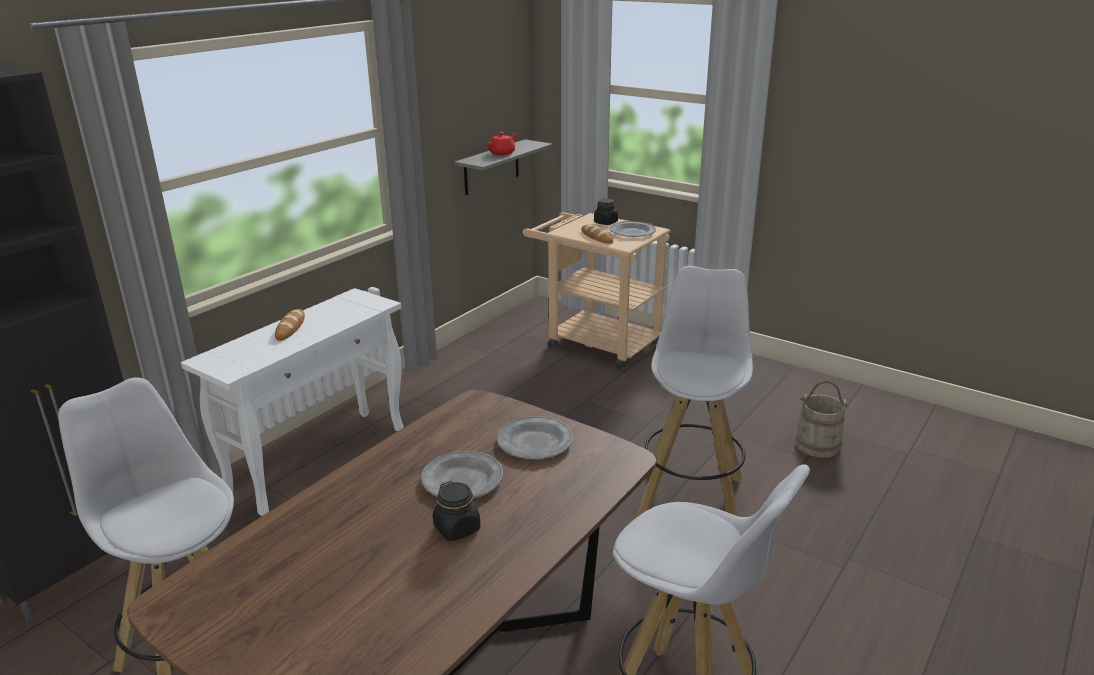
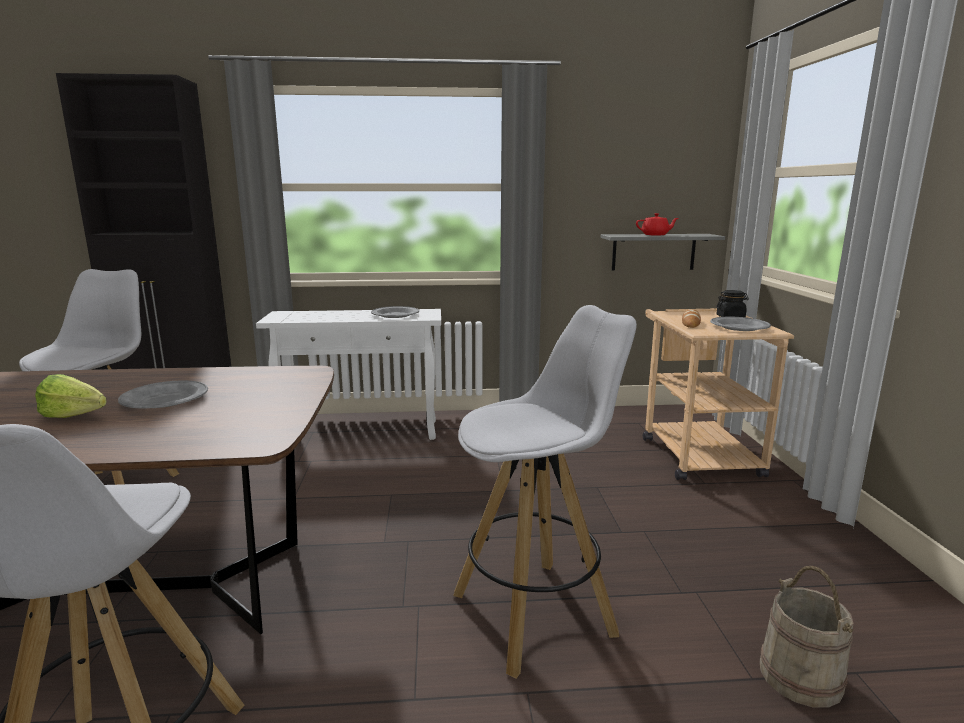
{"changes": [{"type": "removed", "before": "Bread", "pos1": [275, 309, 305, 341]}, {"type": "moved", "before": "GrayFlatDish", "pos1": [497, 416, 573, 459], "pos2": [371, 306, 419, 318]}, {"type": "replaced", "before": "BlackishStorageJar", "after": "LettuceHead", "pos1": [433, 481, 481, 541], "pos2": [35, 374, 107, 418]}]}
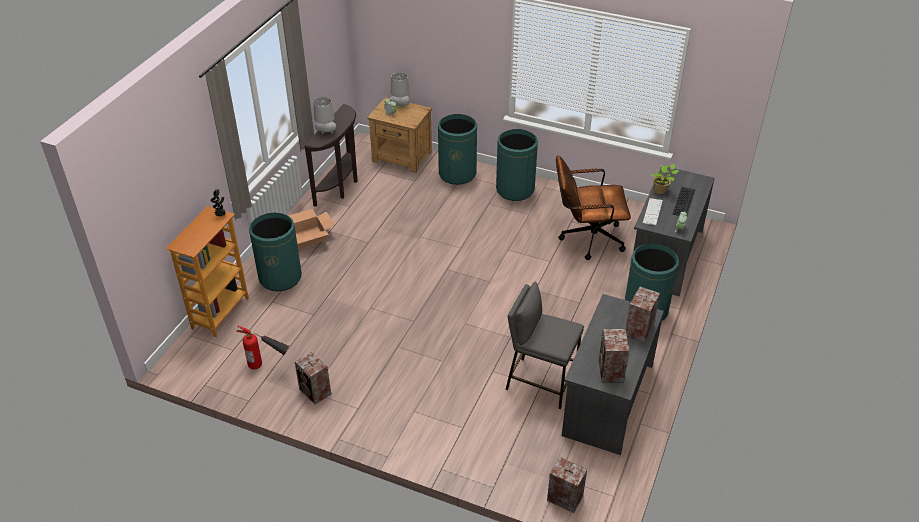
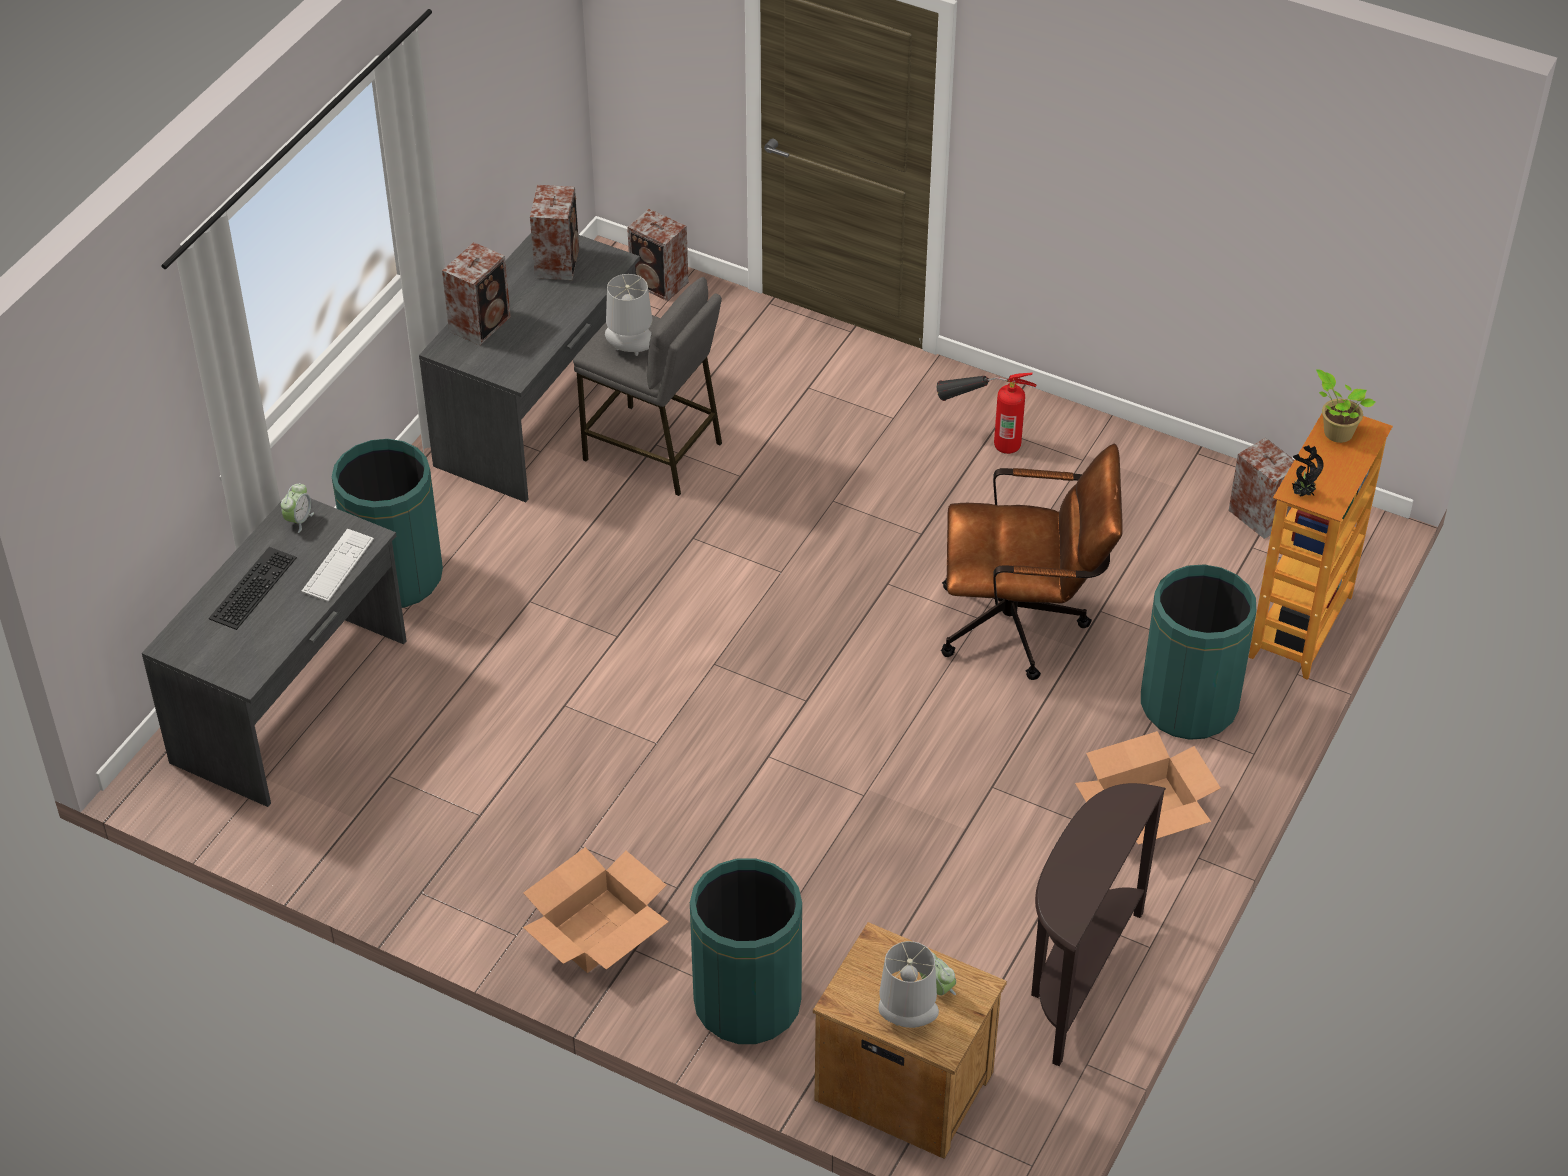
{"changes": [{"type": "moved", "before": "GrayLampForATable", "pos1": [314, 97, 336, 134], "pos2": [605, 274, 652, 356]}, {"type": "replaced", "before": "GreenColouredTrashCan", "after": "CardboardBox", "pos1": [496, 129, 538, 201], "pos2": [523, 847, 668, 973]}, {"type": "moved", "before": "BrownColouredComputerChair", "pos1": [556, 155, 631, 260], "pos2": [941, 444, 1123, 680]}, {"type": "moved", "before": "Houseplant", "pos1": [651, 164, 679, 194], "pos2": [1316, 369, 1375, 443]}, {"type": "moved", "before": "FireFightingCylinder", "pos1": [236, 325, 289, 369], "pos2": [937, 372, 1037, 454]}, {"type": "moved", "before": "AudioSpeaker", "pos1": [295, 352, 331, 405], "pos2": [1229, 438, 1294, 539]}]}
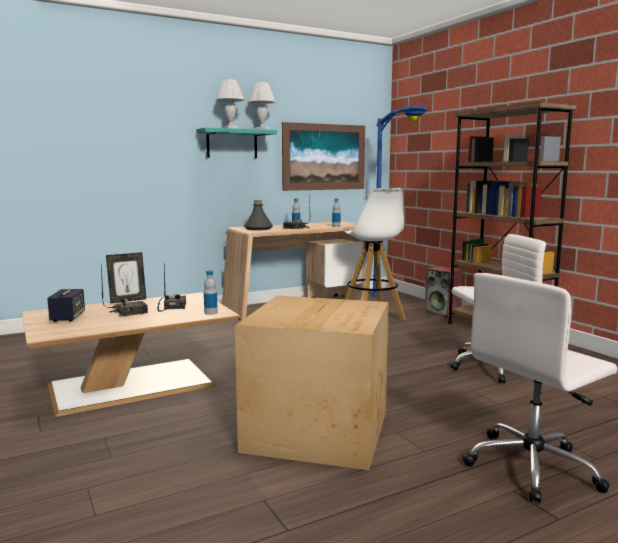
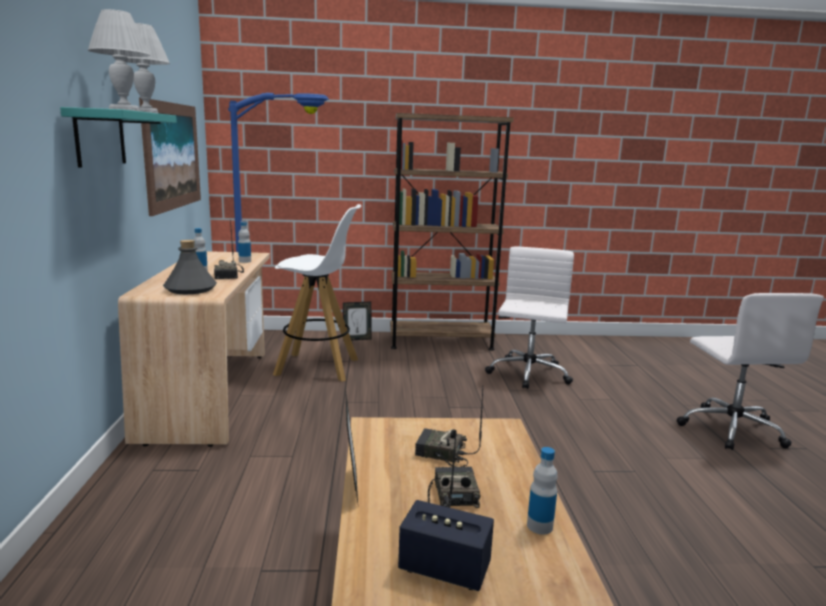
{"changes": [{"type": "replaced", "before": "AudioSpeaker", "after": "PhotoFrame", "pos1": [425, 266, 463, 318], "pos2": [343, 302, 372, 341]}, {"type": "moved", "before": "BeverageBottle", "pos1": [204, 270, 218, 315], "pos2": [527, 447, 558, 535]}, {"type": "removed", "before": "CardboardBox", "pos1": [235, 295, 389, 470]}]}
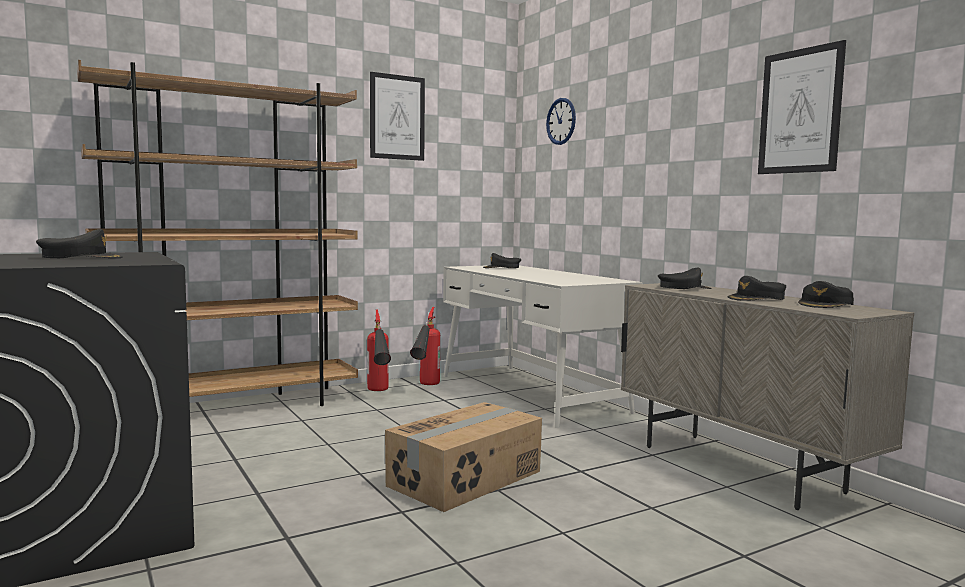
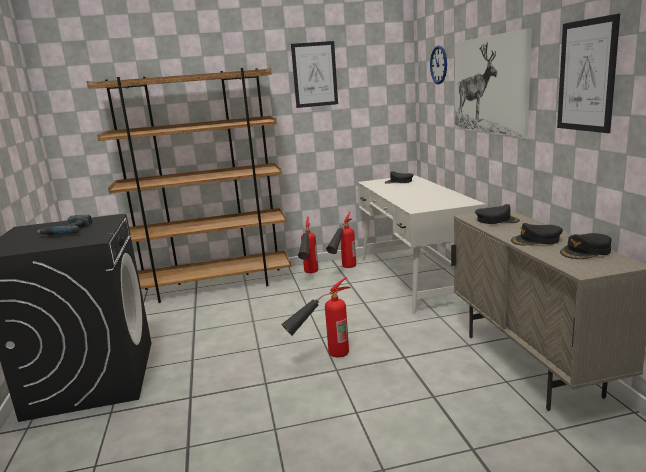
{"changes": [{"type": "replaced", "before": "BlackishBaseballCap", "after": "ElectricDrill", "pos1": [36, 229, 123, 258], "pos2": [37, 215, 93, 235]}, {"type": "replaced", "before": "CardboardBox", "after": "FireFightingCylinder", "pos1": [385, 402, 542, 512], "pos2": [281, 277, 351, 357]}, {"type": "added", "after": "Picture", "pos2": [455, 28, 532, 137]}]}
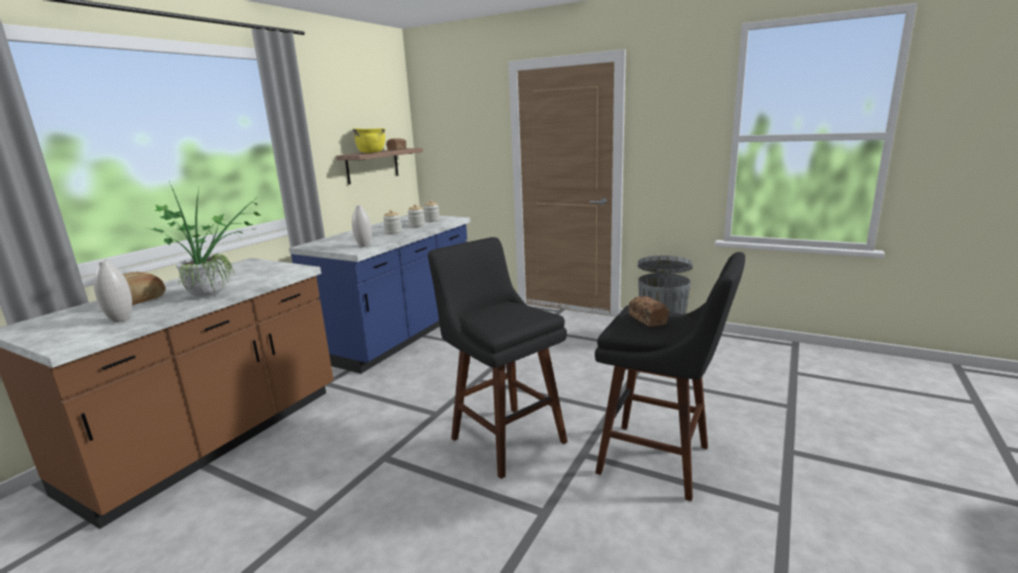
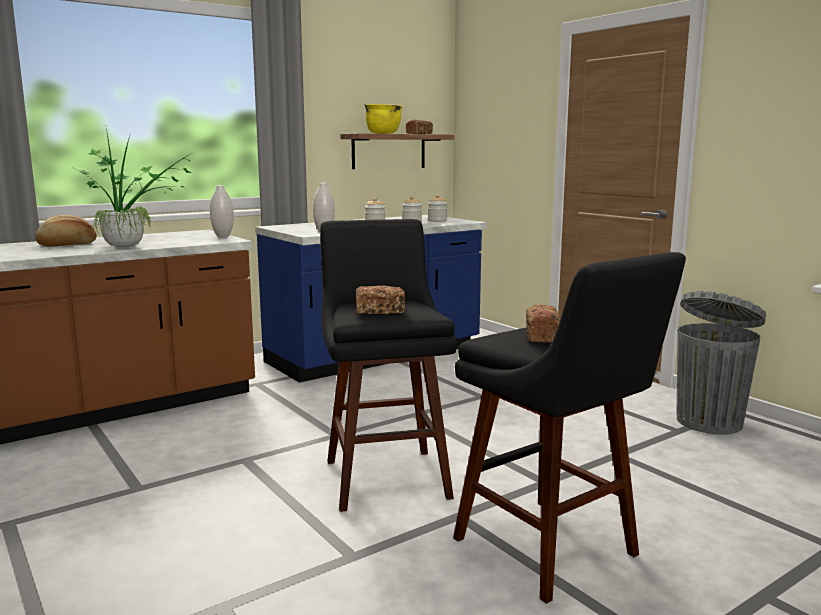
{"changes": [{"type": "moved", "before": "WhitishDecorativeVase", "pos1": [94, 260, 132, 322], "pos2": [210, 185, 234, 237]}, {"type": "added", "after": "Bread", "pos2": [356, 286, 405, 314]}]}
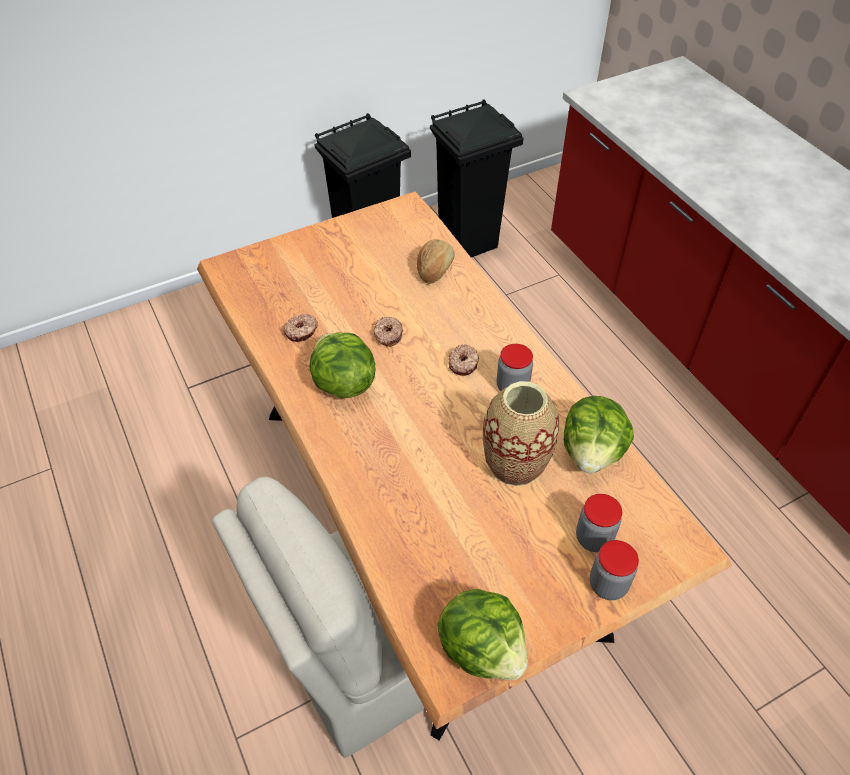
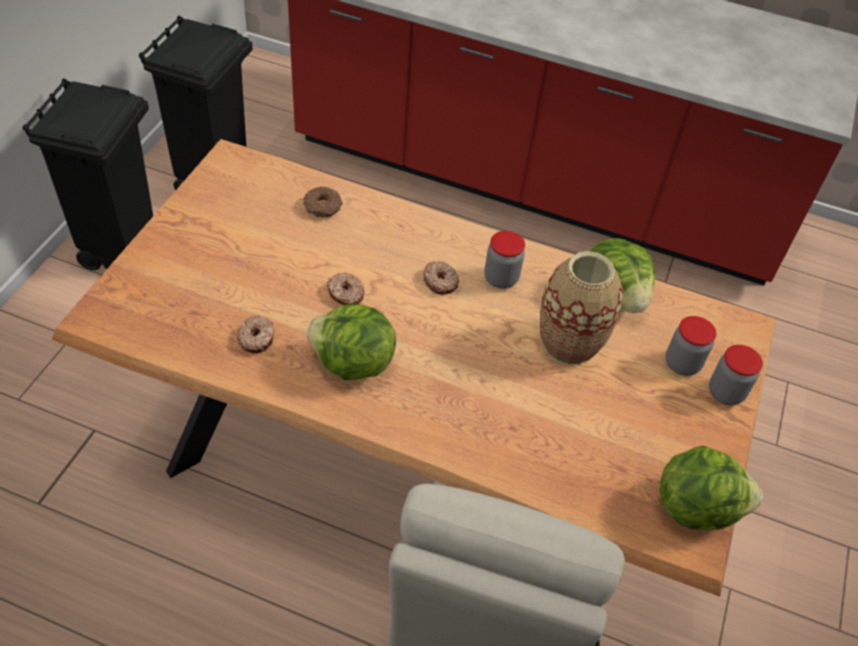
{"changes": [{"type": "replaced", "before": "Bread", "after": "Doughnut", "pos1": [416, 239, 455, 284], "pos2": [303, 186, 343, 217]}]}
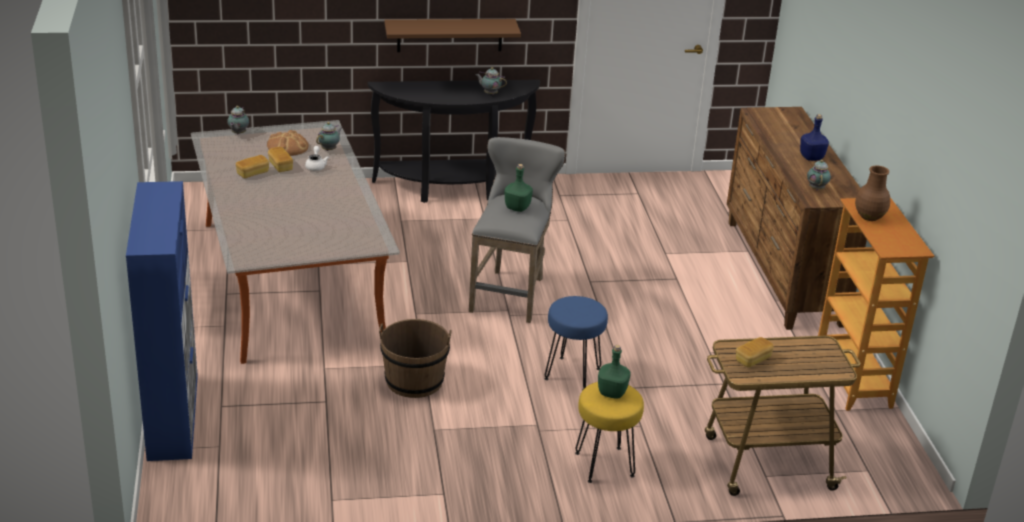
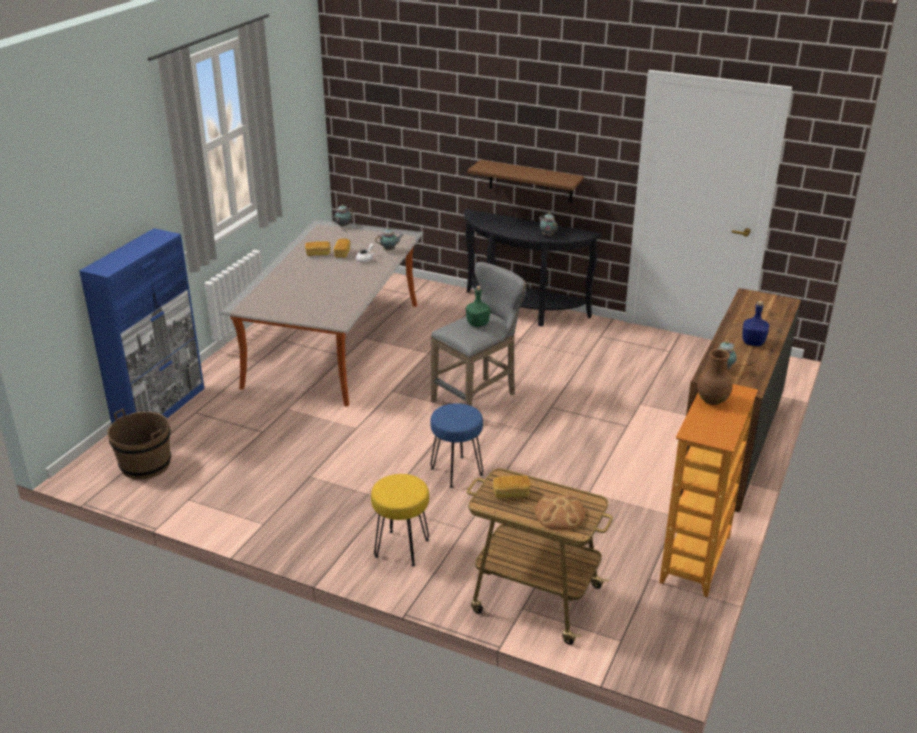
{"changes": [{"type": "moved", "before": "Bread", "pos1": [267, 130, 308, 156], "pos2": [535, 494, 585, 530]}, {"type": "moved", "before": "BrownColouredBucket", "pos1": [379, 319, 452, 398], "pos2": [107, 409, 171, 479]}, {"type": "removed", "before": "GreenColouredBeverageBottle", "pos1": [598, 345, 631, 399]}]}
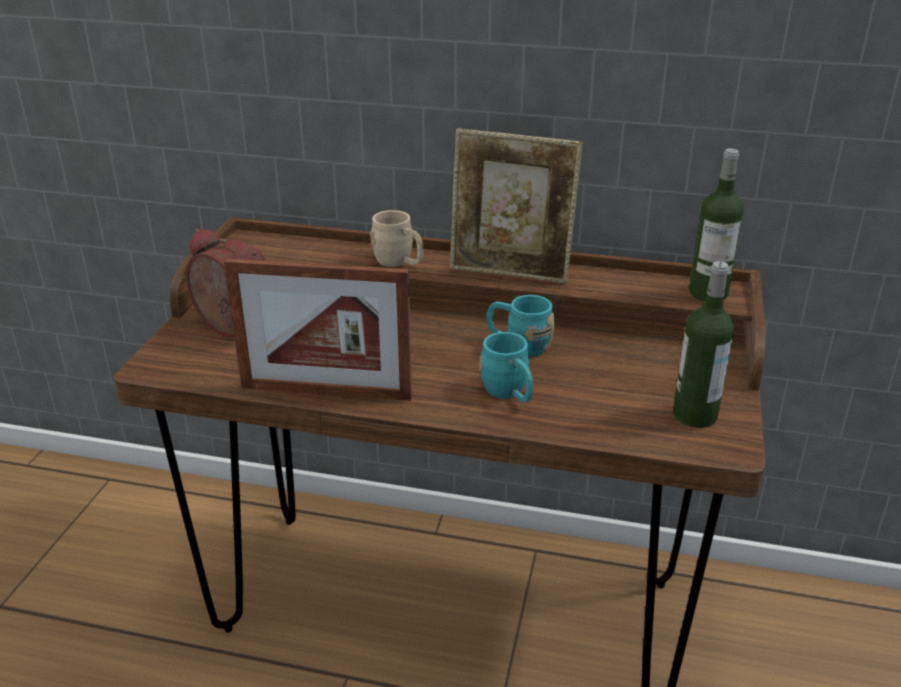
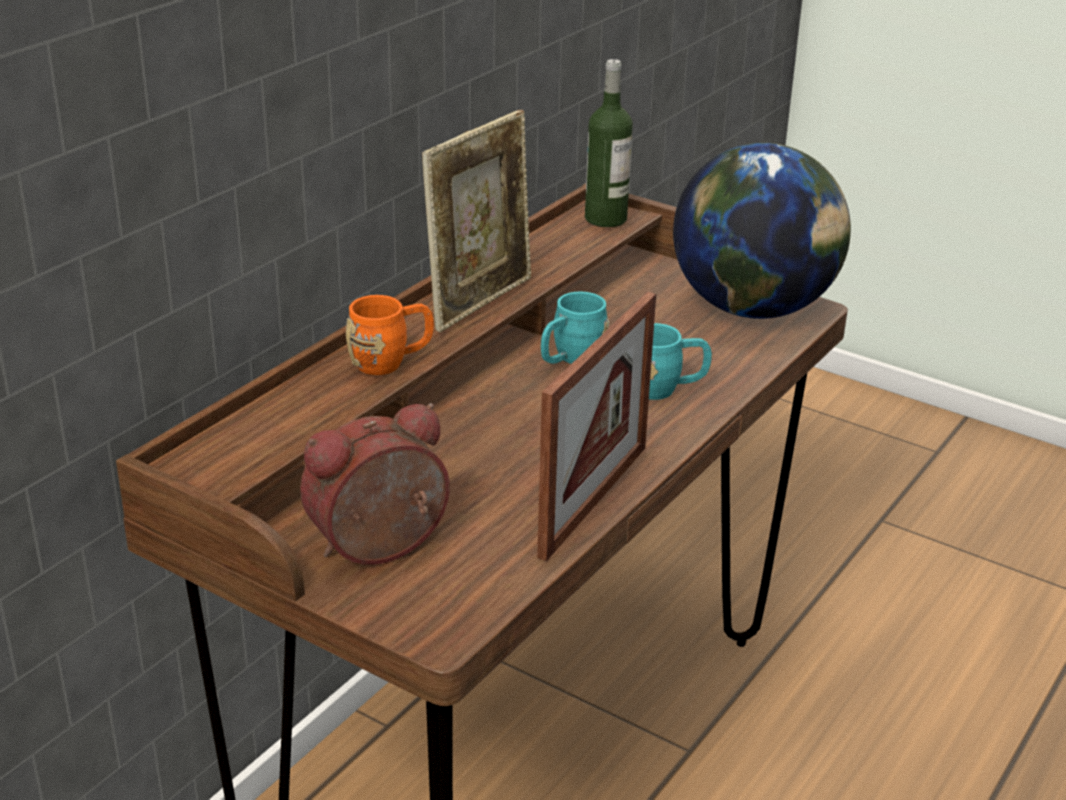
{"changes": [{"type": "recoloured", "before": "BeigeMug", "after": "OrangeyMug", "pos1": [370, 210, 423, 267], "pos2": [346, 295, 434, 375]}, {"type": "replaced", "before": "BeverageBottle", "after": "WorldGlobe", "pos1": [673, 261, 734, 428], "pos2": [673, 143, 851, 319]}]}
